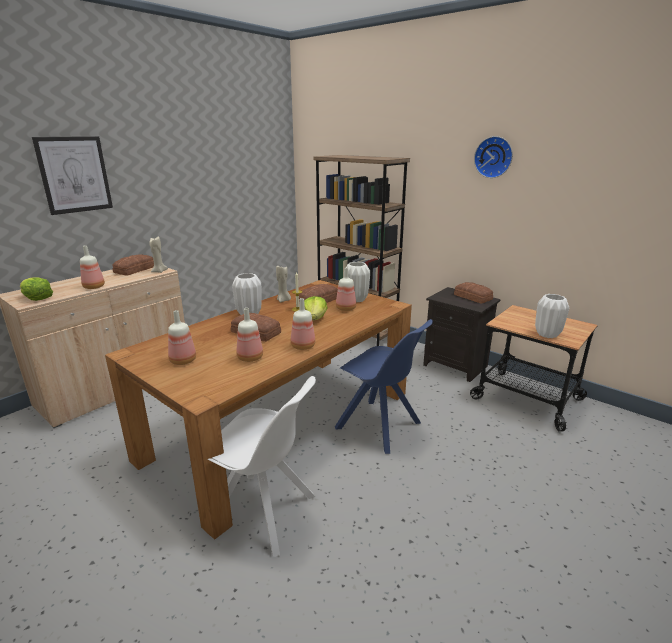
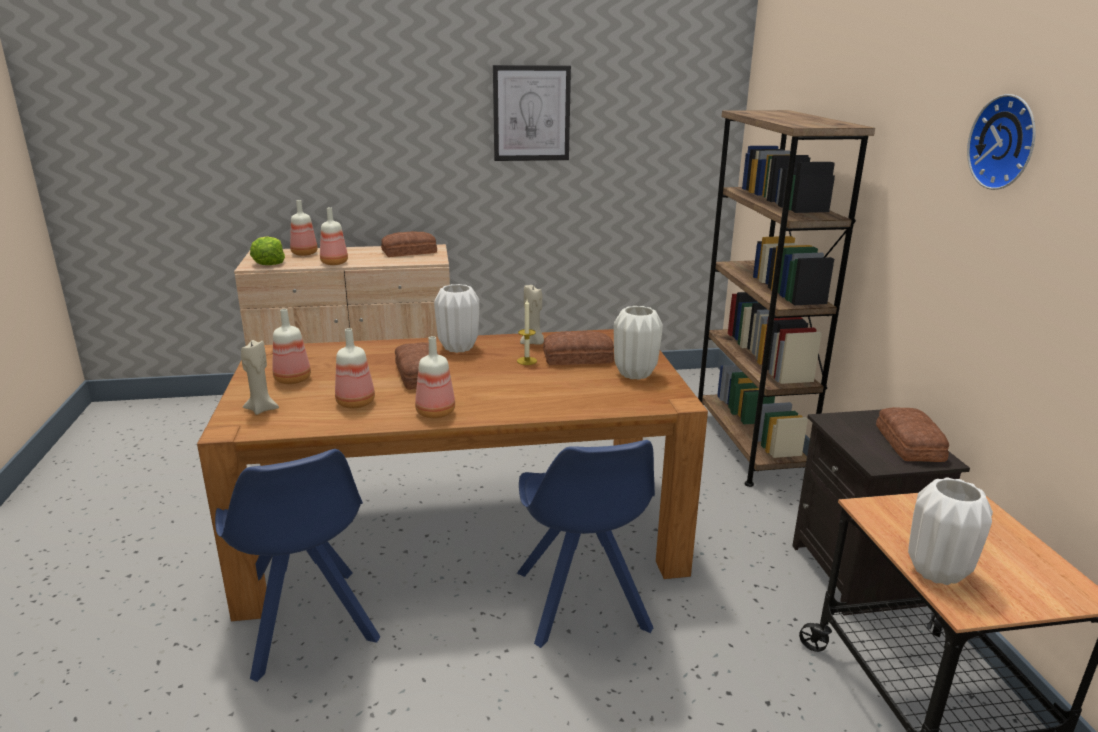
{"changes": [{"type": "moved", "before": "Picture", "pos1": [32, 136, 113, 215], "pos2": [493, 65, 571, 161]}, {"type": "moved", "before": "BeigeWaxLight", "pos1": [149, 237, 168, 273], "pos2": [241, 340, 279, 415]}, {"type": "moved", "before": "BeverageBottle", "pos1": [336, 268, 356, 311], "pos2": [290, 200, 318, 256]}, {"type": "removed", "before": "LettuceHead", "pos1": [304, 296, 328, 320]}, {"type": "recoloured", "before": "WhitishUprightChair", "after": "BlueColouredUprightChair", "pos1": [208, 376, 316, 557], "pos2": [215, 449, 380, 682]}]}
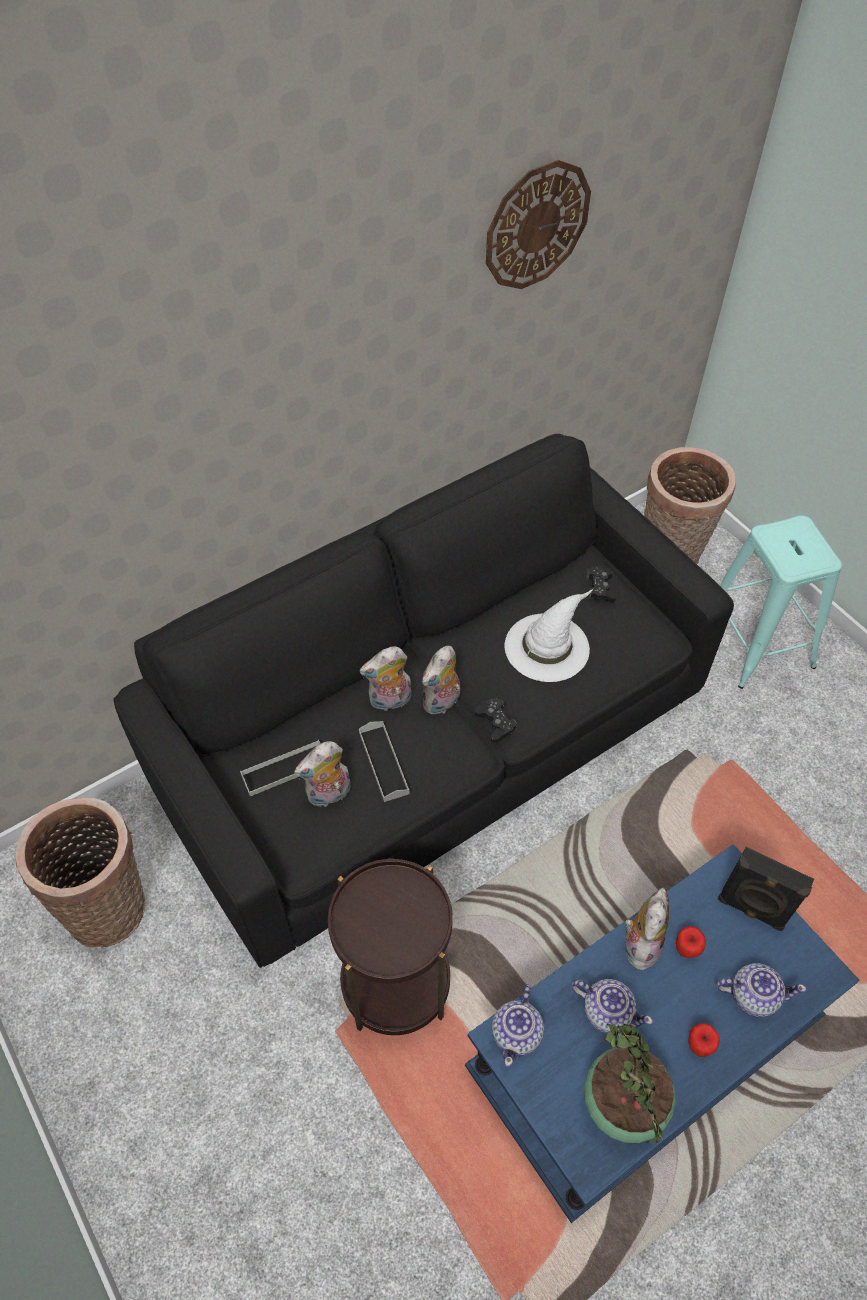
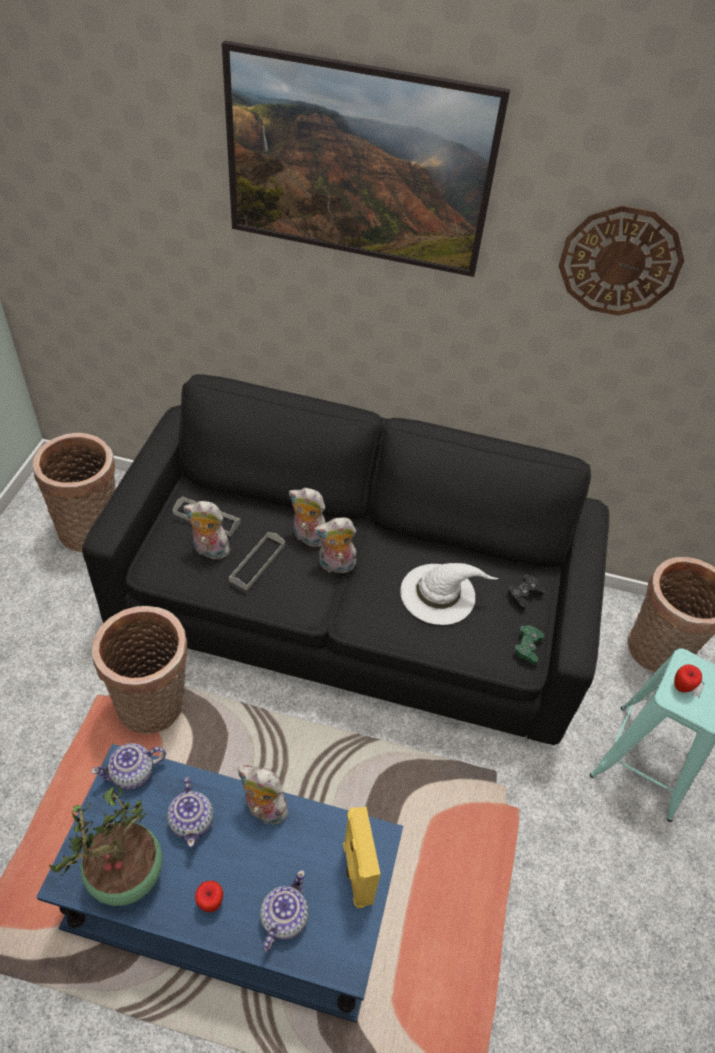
{"changes": [{"type": "removed", "before": "BlackishGamepad", "pos1": [475, 698, 517, 743]}, {"type": "recoloured", "before": "BlackishAudioSpeaker", "after": "YellowColouredAudioSpeaker", "pos1": [718, 847, 814, 931], "pos2": [343, 807, 380, 908]}, {"type": "replaced", "before": "BrownColouredEndTable", "after": "Basket", "pos1": [328, 859, 453, 1035], "pos2": [92, 606, 188, 734]}, {"type": "turned", "before": "CuddlyToy", "pos1": [622, 888, 669, 972], "pos2": [238, 766, 290, 825], "turn": -135}, {"type": "moved", "before": "WholeApple", "pos1": [676, 926, 706, 958], "pos2": [674, 664, 702, 692]}, {"type": "turned", "before": "Teapot", "pos1": [716, 963, 807, 1017], "pos2": [260, 870, 309, 952], "turn": -120}, {"type": "added", "after": "Picture", "pos2": [222, 40, 510, 277]}, {"type": "added", "after": "GreenColouredGamepad", "pos2": [513, 625, 544, 665]}]}
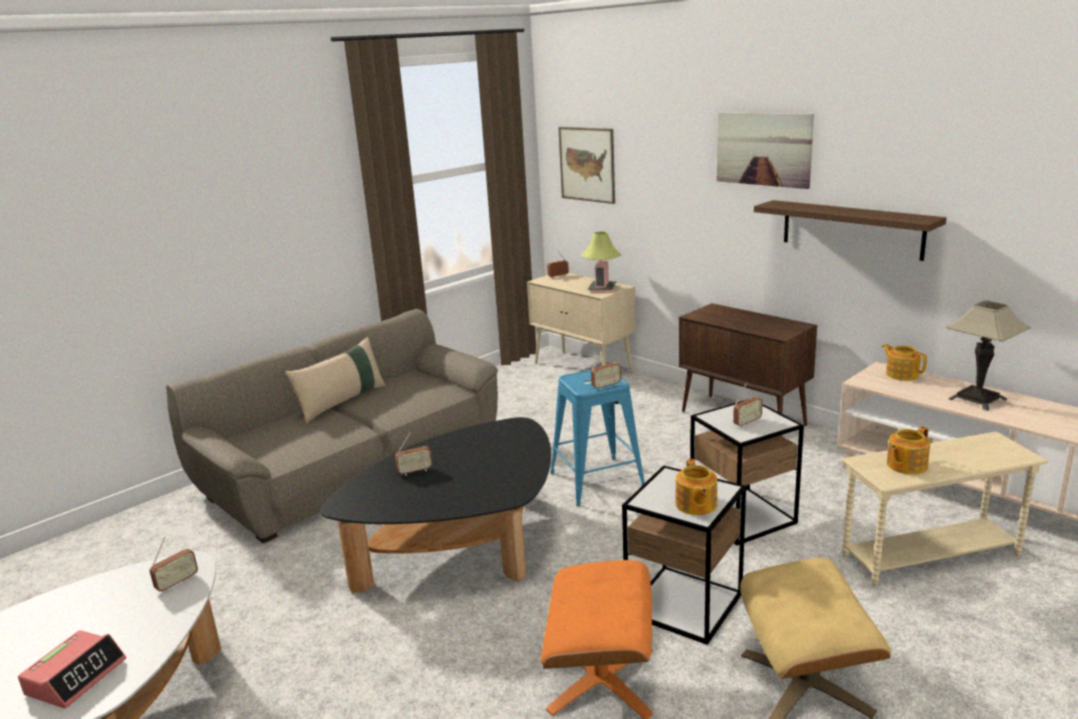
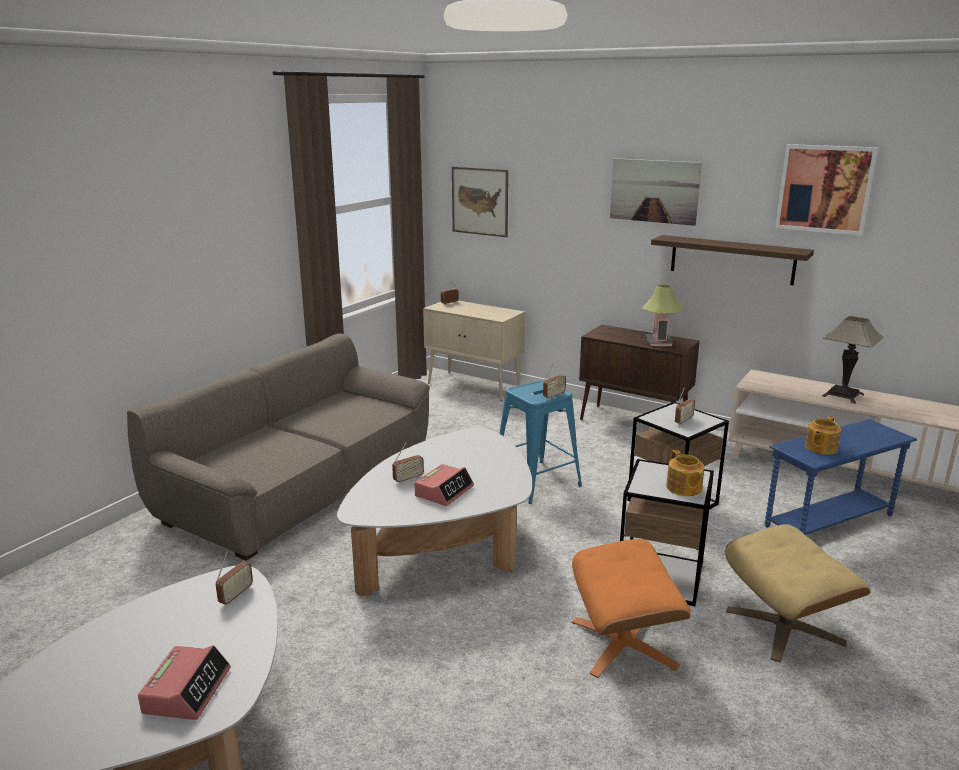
{"changes": [{"type": "moved", "before": "LampForATable", "pos1": [582, 232, 621, 293], "pos2": [642, 284, 683, 346]}, {"type": "removed", "before": "BeigeCushion", "pos1": [285, 337, 386, 424]}, {"type": "removed", "before": "Teapot", "pos1": [882, 344, 927, 381]}, {"type": "recoloured", "before": "BlackishLowTable", "after": "WhitishLowTable", "pos1": [321, 417, 551, 593], "pos2": [337, 427, 532, 597]}, {"type": "recoloured", "before": "BeigeEndTable", "after": "BlueColouredEndTable", "pos1": [842, 432, 1048, 586], "pos2": [765, 419, 917, 535]}, {"type": "added", "after": "Picture", "pos2": [775, 144, 878, 236]}, {"type": "added", "after": "TableClock", "pos2": [414, 464, 474, 506]}]}
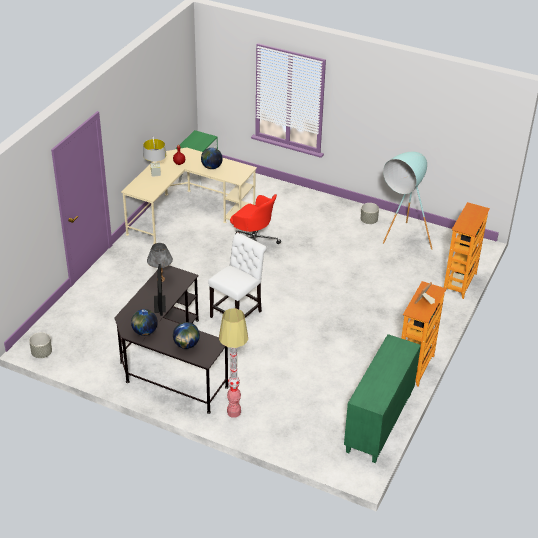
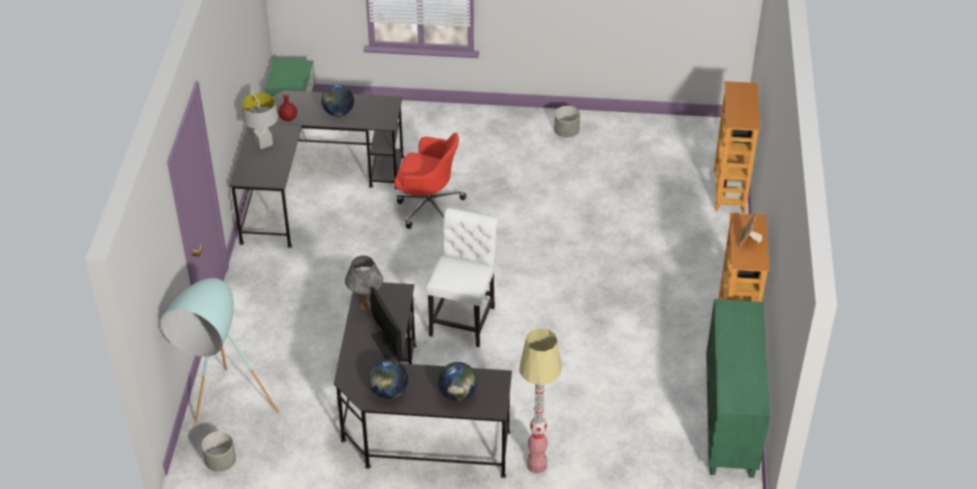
{"changes": [{"type": "recoloured", "before": "BeigeDesk", "after": "BlackishDesk", "pos1": [121, 148, 257, 244], "pos2": [229, 90, 404, 248]}, {"type": "moved", "before": "TurquoiseStandingLamp", "pos1": [383, 152, 433, 250], "pos2": [160, 278, 279, 424]}]}
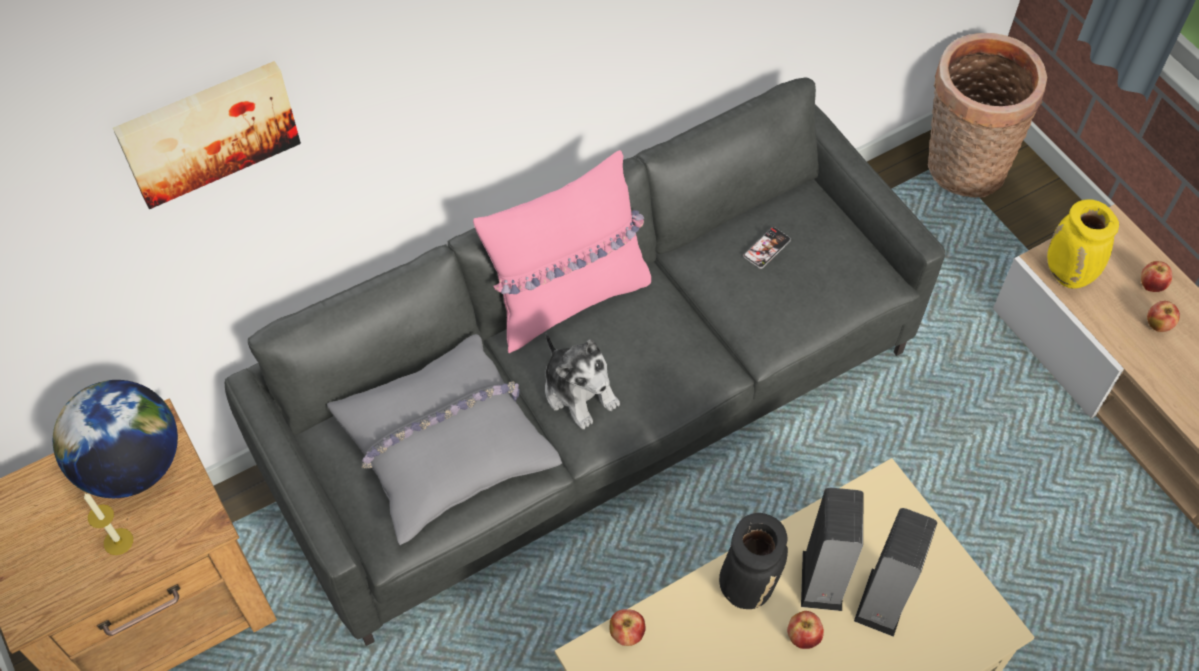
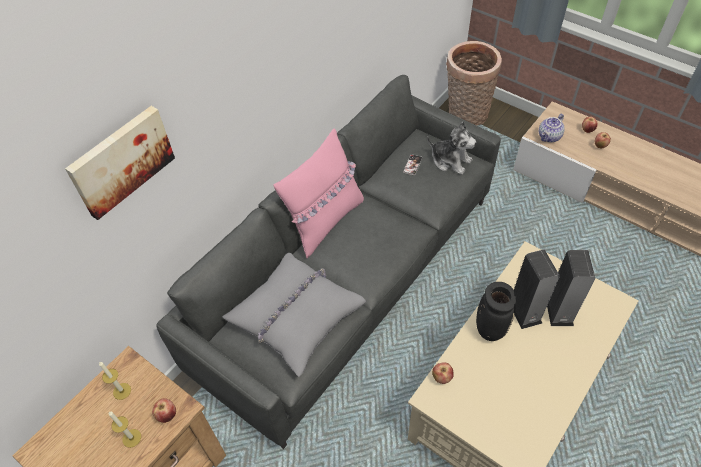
{"changes": [{"type": "replaced", "before": "YellowColouredDecorativeVase", "after": "Teapot", "pos1": [1047, 199, 1119, 289], "pos2": [539, 114, 565, 143]}, {"type": "moved", "before": "CuddlyToy", "pos1": [545, 332, 620, 429], "pos2": [427, 122, 476, 175]}, {"type": "replaced", "before": "WorldGlobe", "after": "WaxLight", "pos1": [53, 380, 178, 498], "pos2": [99, 362, 131, 400]}, {"type": "moved", "before": "WholeApple", "pos1": [787, 611, 824, 649], "pos2": [152, 398, 176, 423]}]}
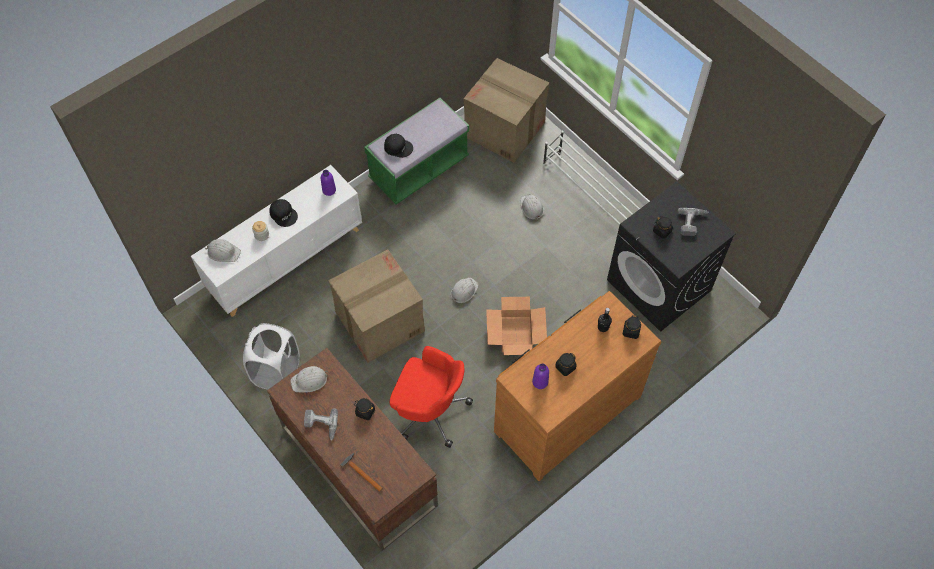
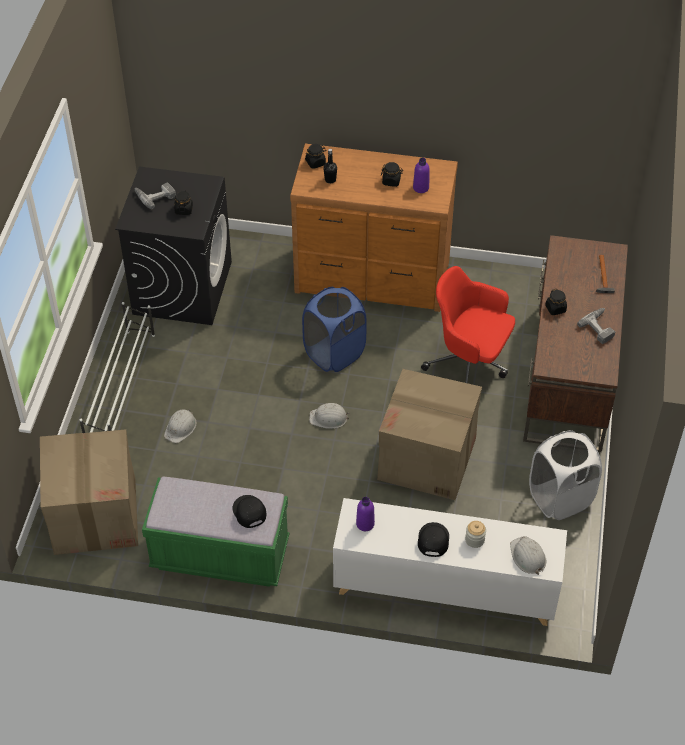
{"changes": [{"type": "replaced", "before": "CardboardBox", "after": "BlueColouredHamper", "pos1": [486, 297, 547, 355], "pos2": [302, 287, 367, 372]}, {"type": "turned", "before": "RedColouredComputerChair", "pos1": [390, 346, 473, 448], "pos2": [421, 266, 515, 383], "turn": -45}, {"type": "removed", "before": "WhitishHardHat", "pos1": [291, 366, 328, 393]}]}
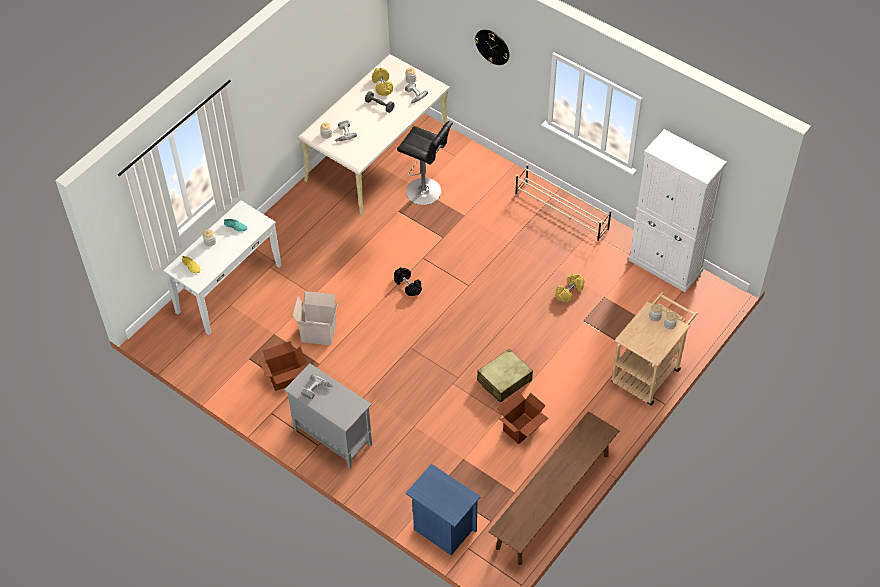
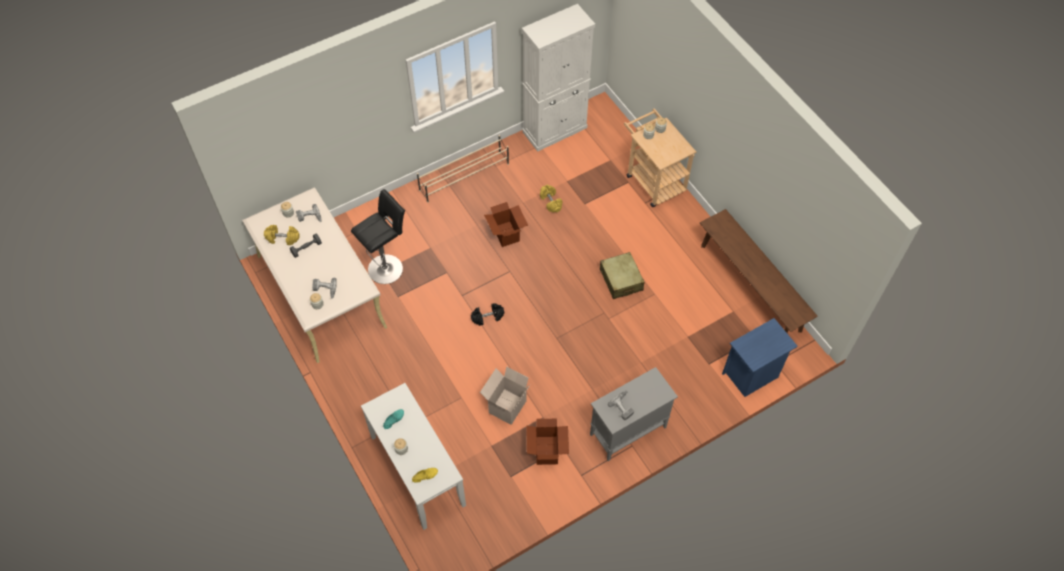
{"changes": [{"type": "removed", "before": "WallClock", "pos1": [475, 29, 509, 65]}, {"type": "moved", "before": "CardboardBox", "pos1": [497, 391, 549, 444], "pos2": [484, 202, 528, 247]}]}
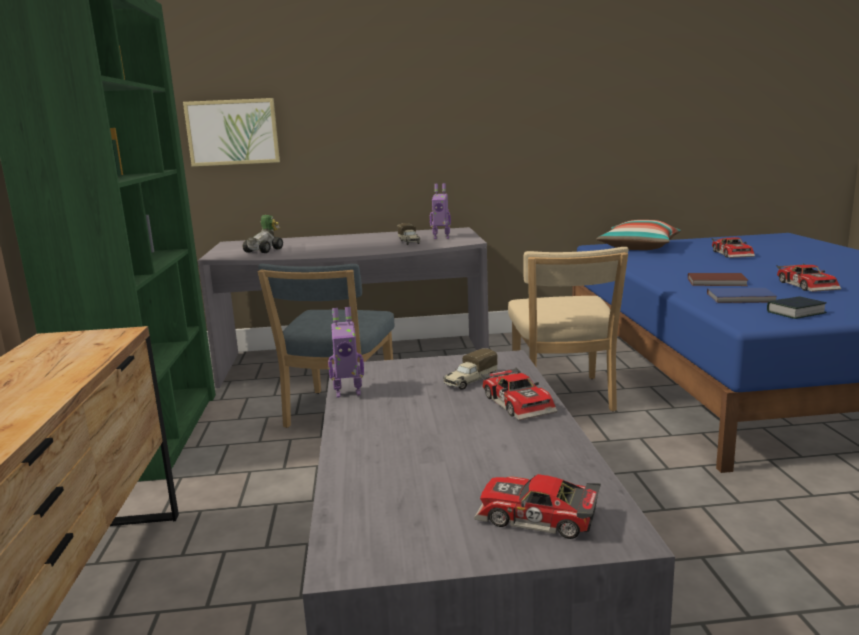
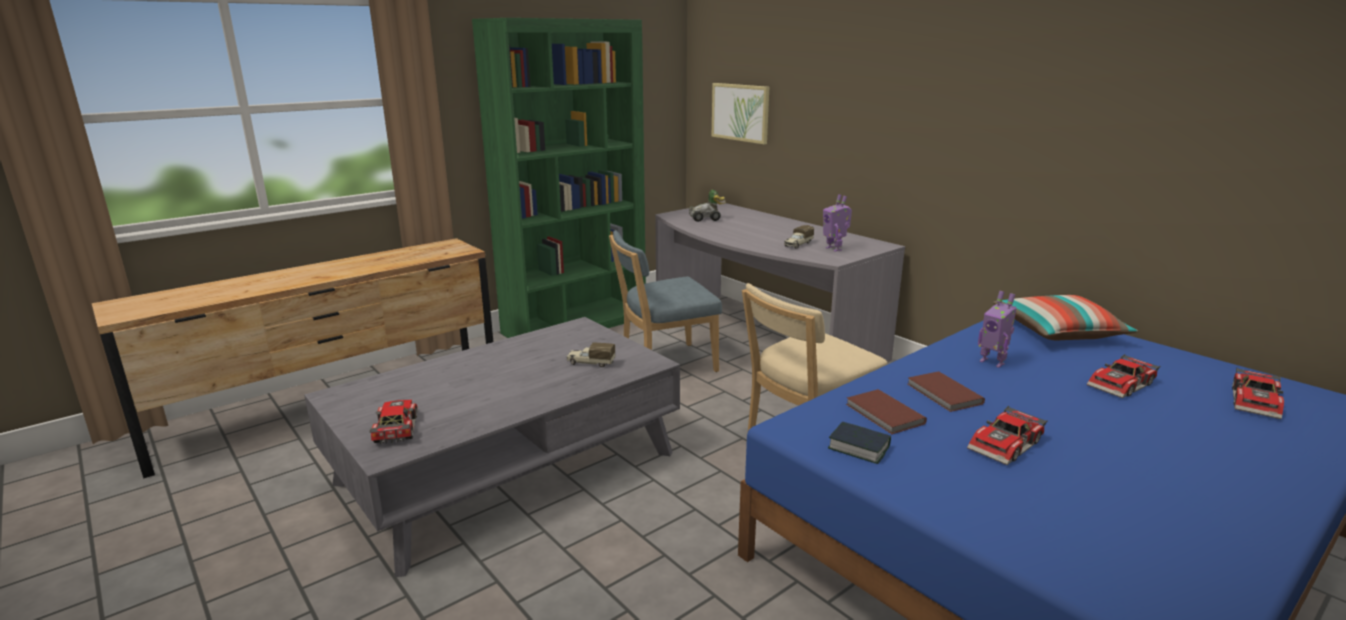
{"changes": [{"type": "recoloured", "before": "BlueColouredBoundBook", "after": "BrownColouredBoundBook", "pos1": [707, 288, 778, 303], "pos2": [846, 389, 927, 434]}, {"type": "moved", "before": "ToyRobot", "pos1": [328, 307, 364, 398], "pos2": [978, 291, 1017, 368]}, {"type": "moved", "before": "MiniatureCar", "pos1": [481, 367, 557, 420], "pos2": [1232, 368, 1284, 419]}]}
